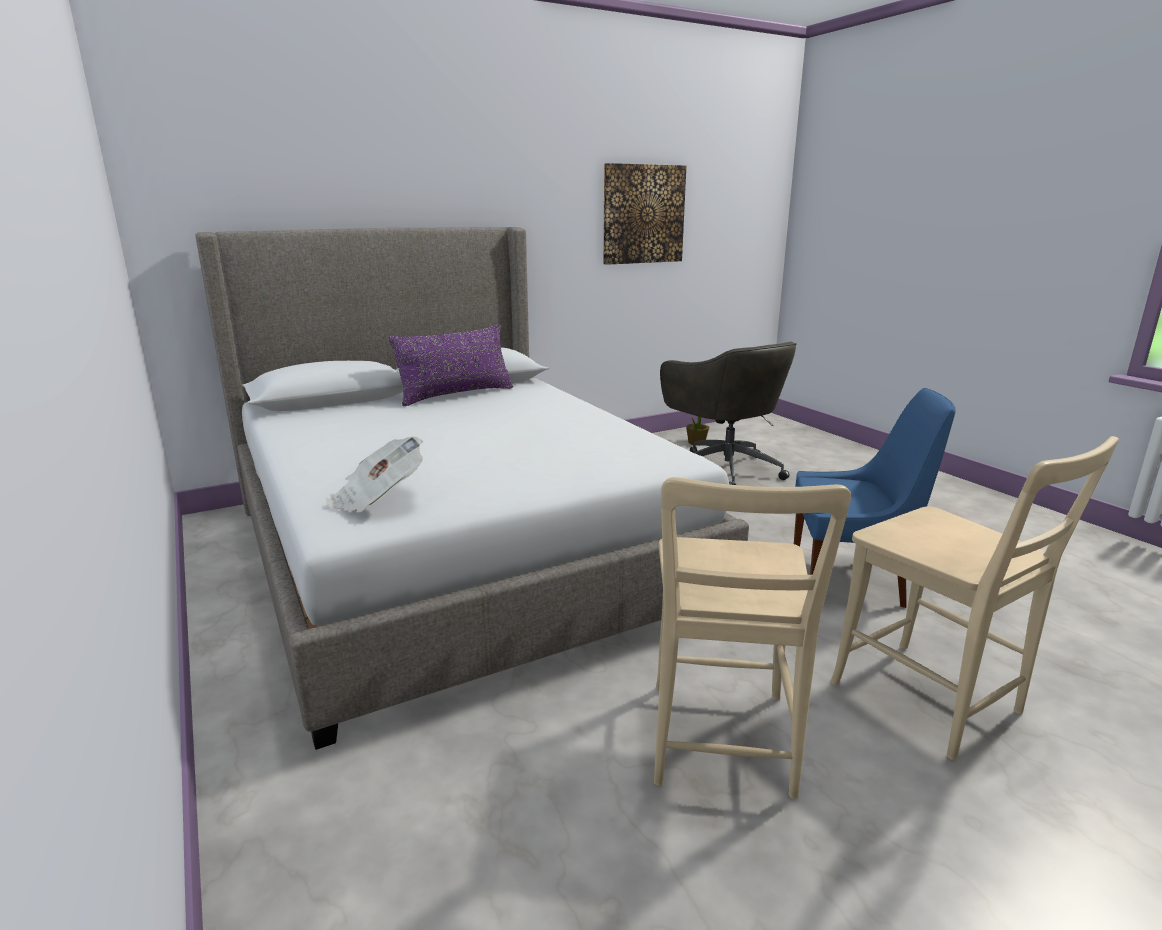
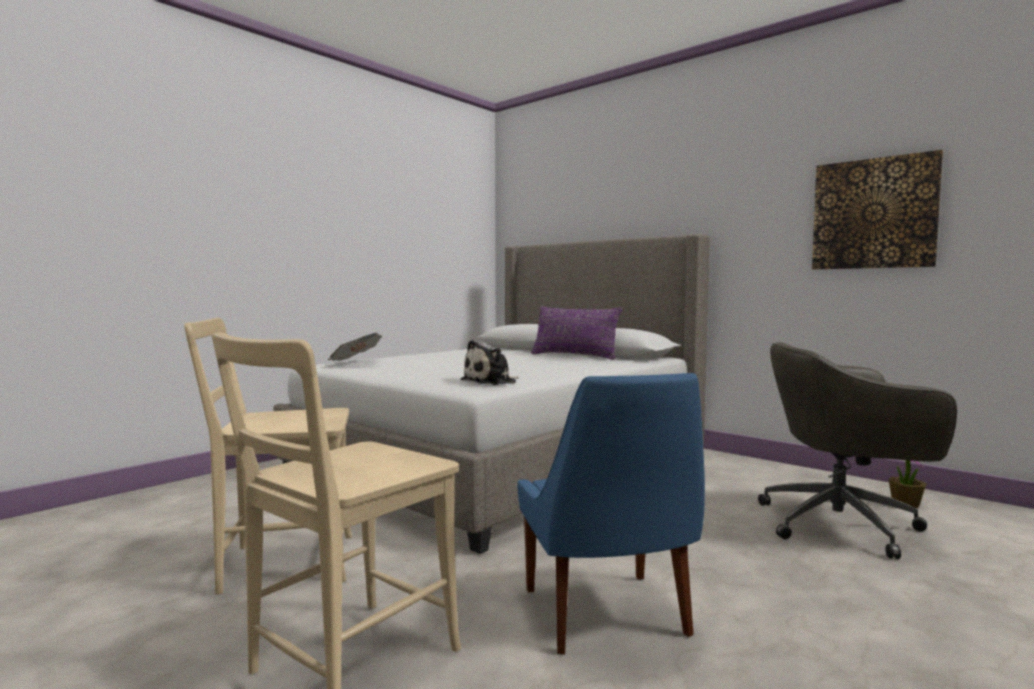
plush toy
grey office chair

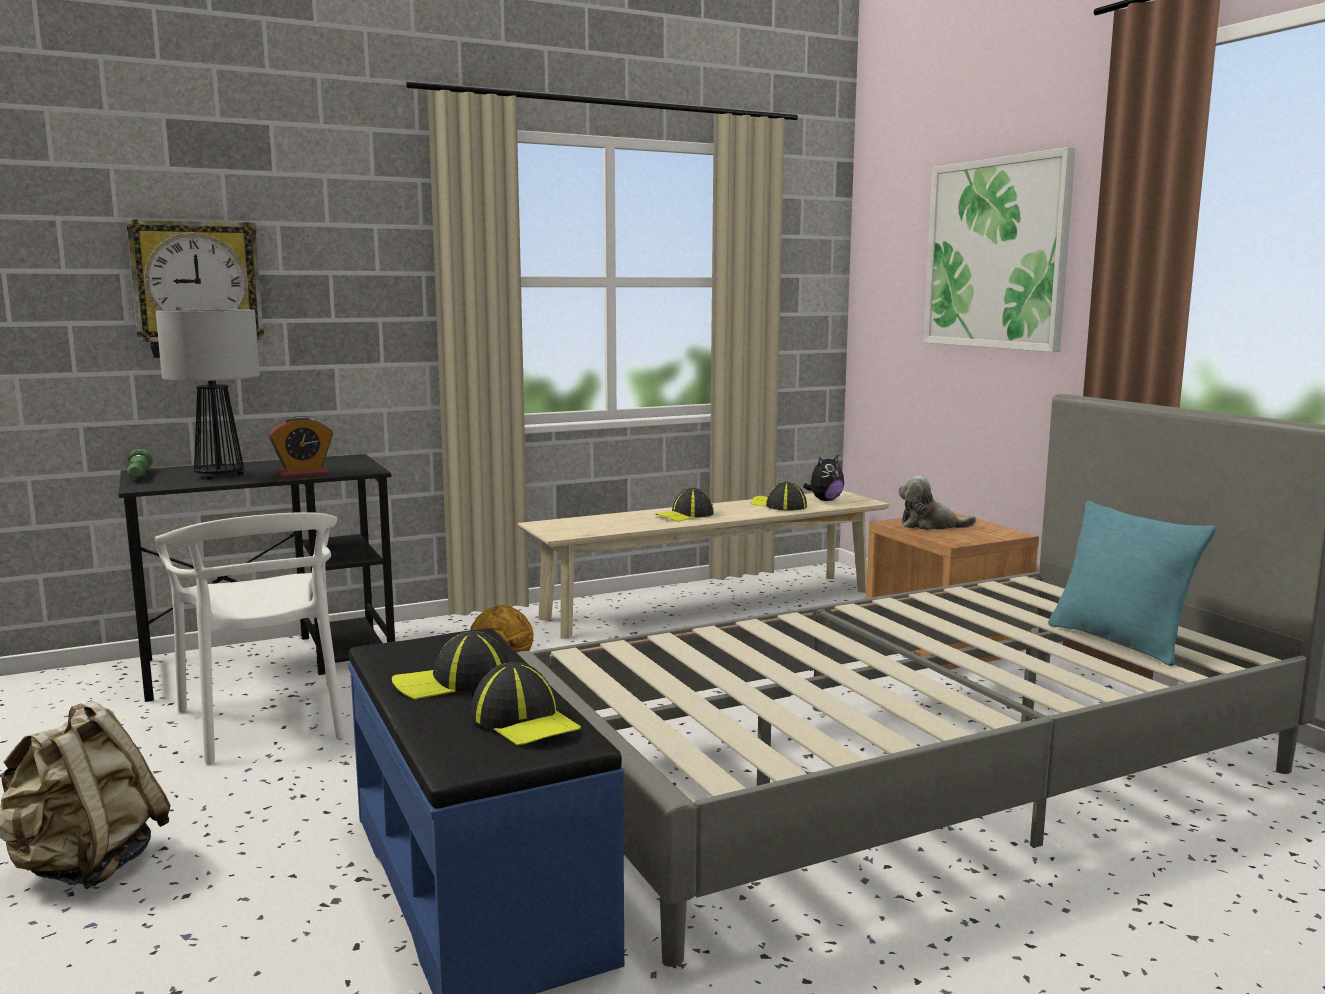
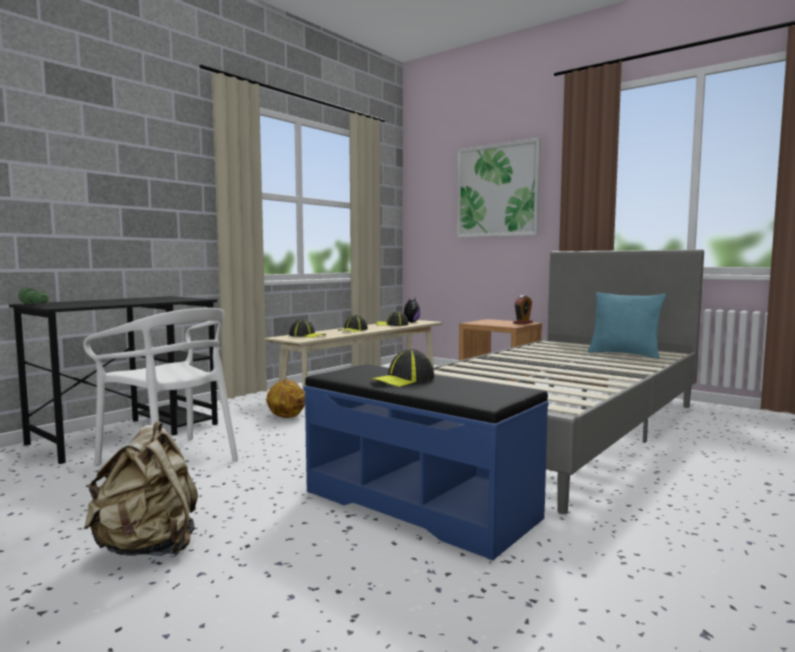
wall clock
table lamp
plush toy (no. 2 from left in the first image)
alarm clock
cap (no. 1 from left)

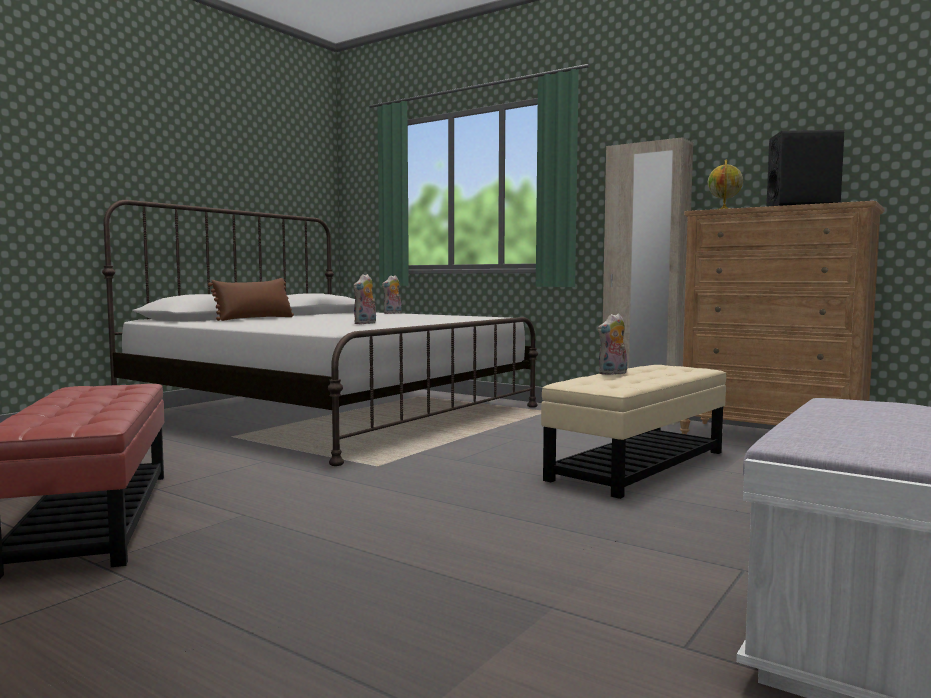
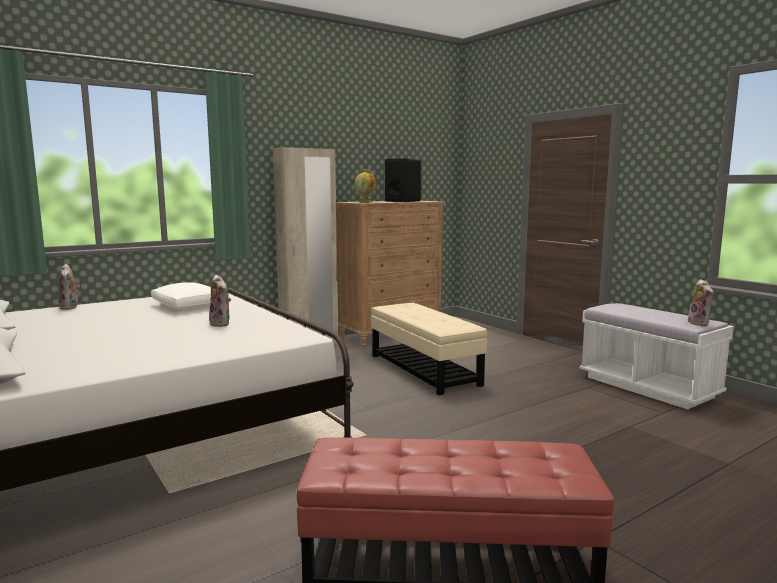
brown pillow
white pillow
plush toy (no. 3 from left)

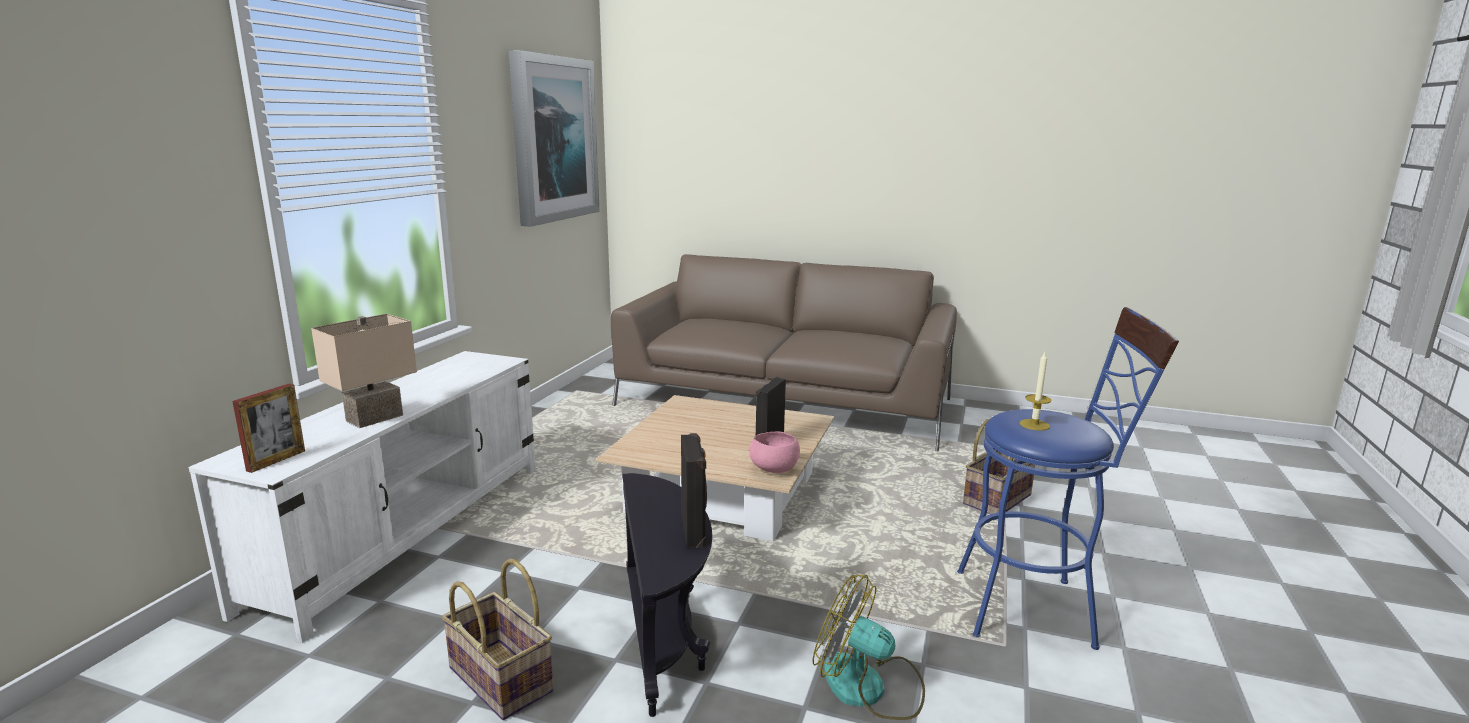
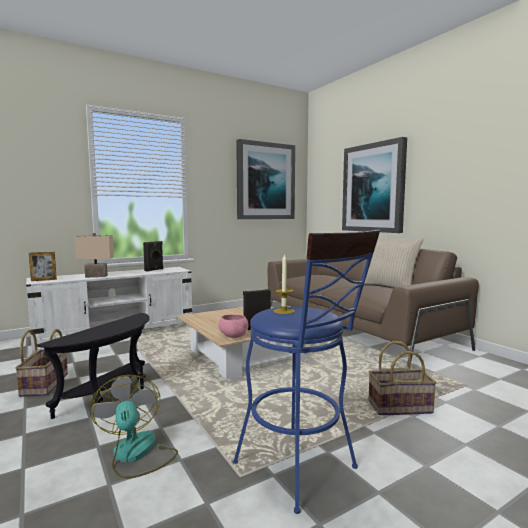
picture (no. 2 from left)
beige pillow
black speaker (no. 1 from left)

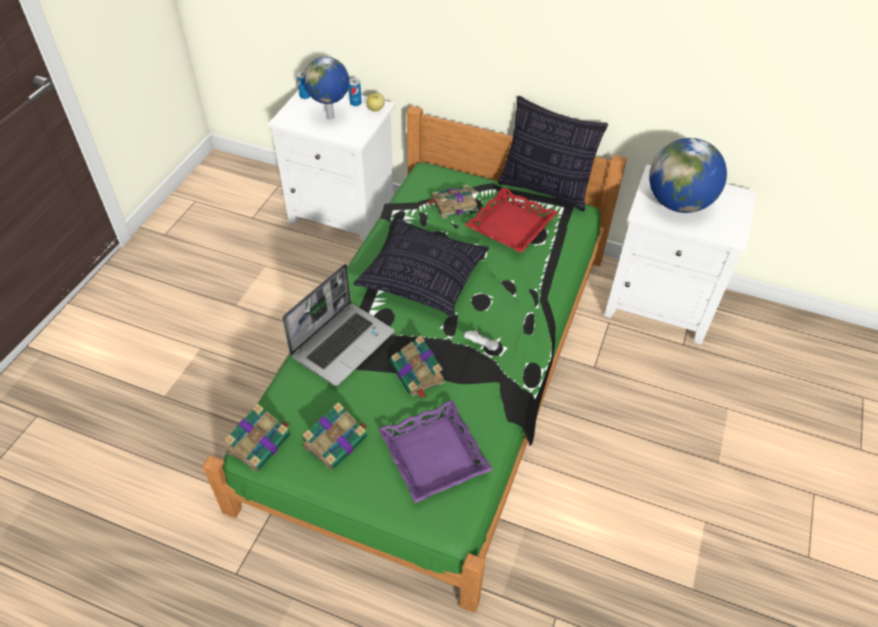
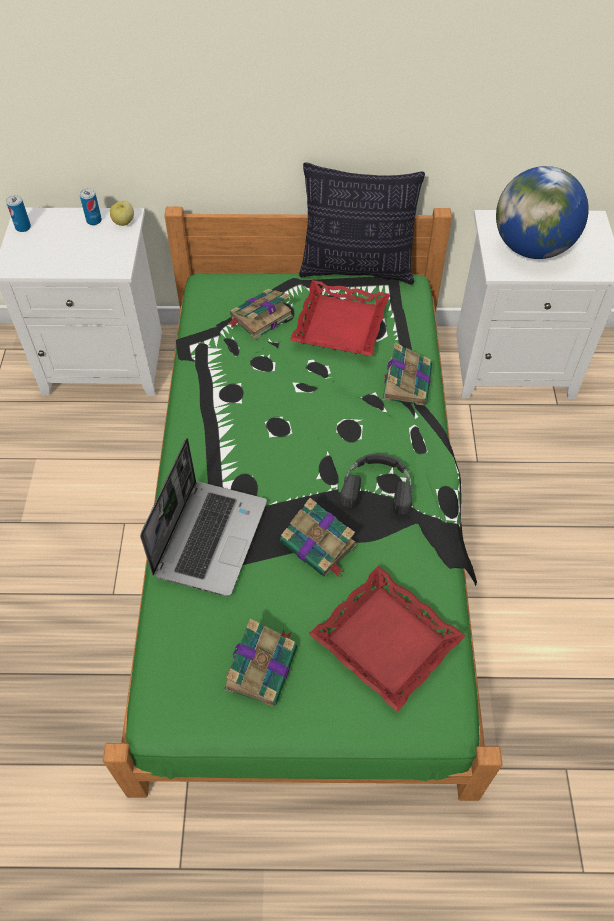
globe (no. 1 from left in the first image)
pillow (no. 1 from left in the first image)
book (no. 4 from left)
black headphones
red tray (no. 2 from left)

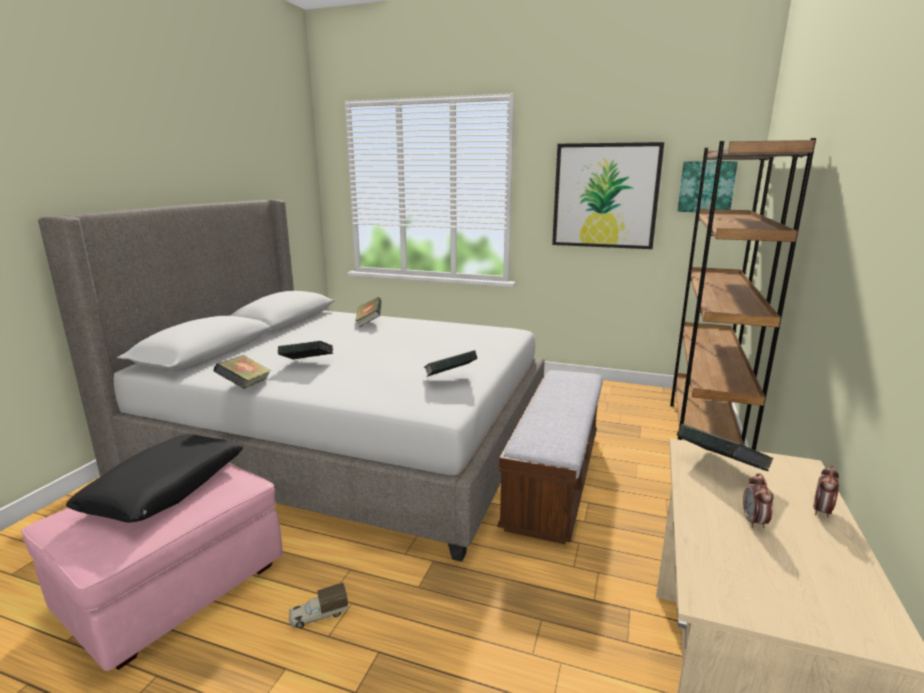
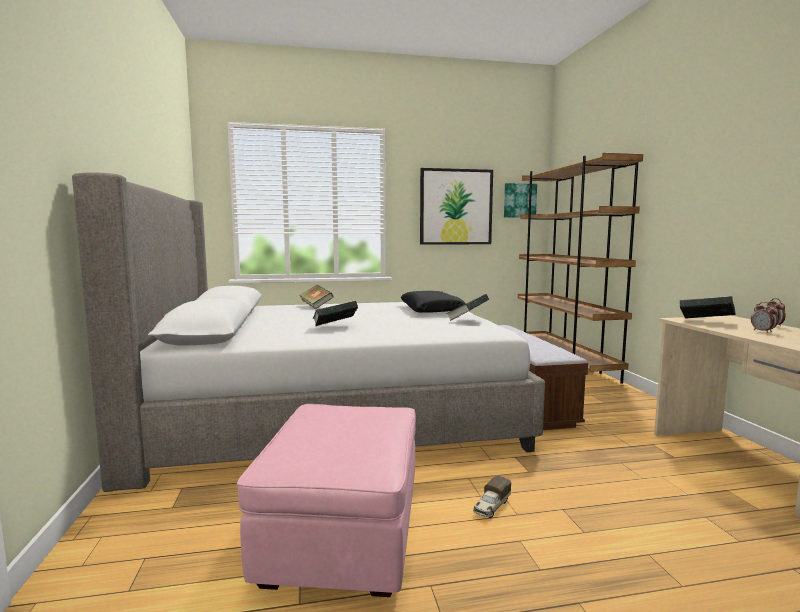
book (no. 1 from left in the first image)
black pillow

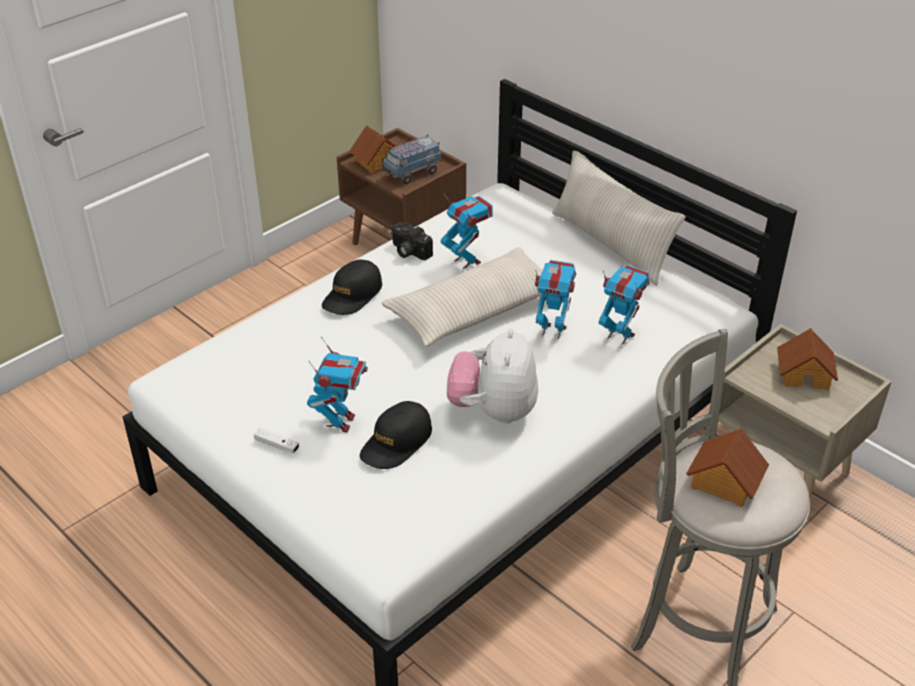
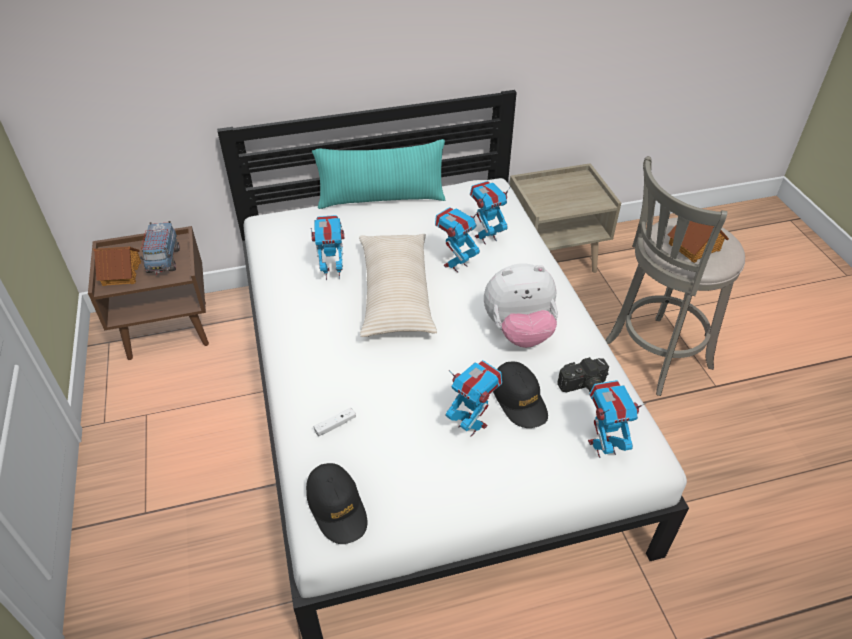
toy house (no. 3 from left in the first image)
toy robot (no. 5 from left)
white game controller
black cap (no. 1 from left)
photo camera
turquoise pillow
plush toy

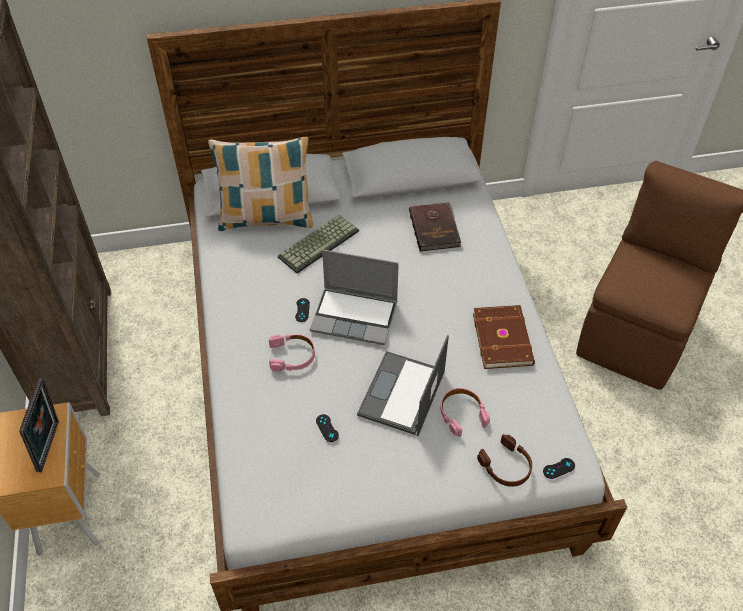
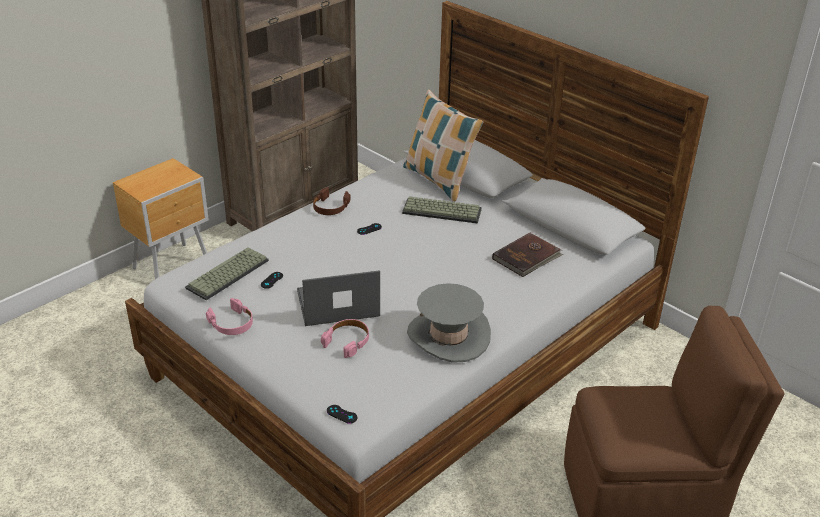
picture frame
laptop (no. 1 from left in the first image)
keyboard (no. 1 from left)
pink headphones (no. 1 from left)
brown headphones
grey hat

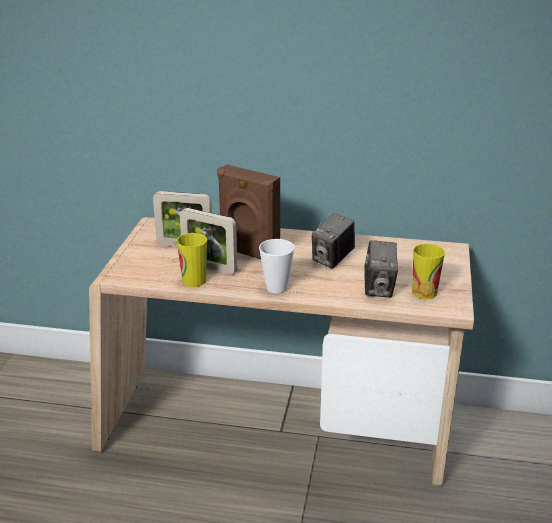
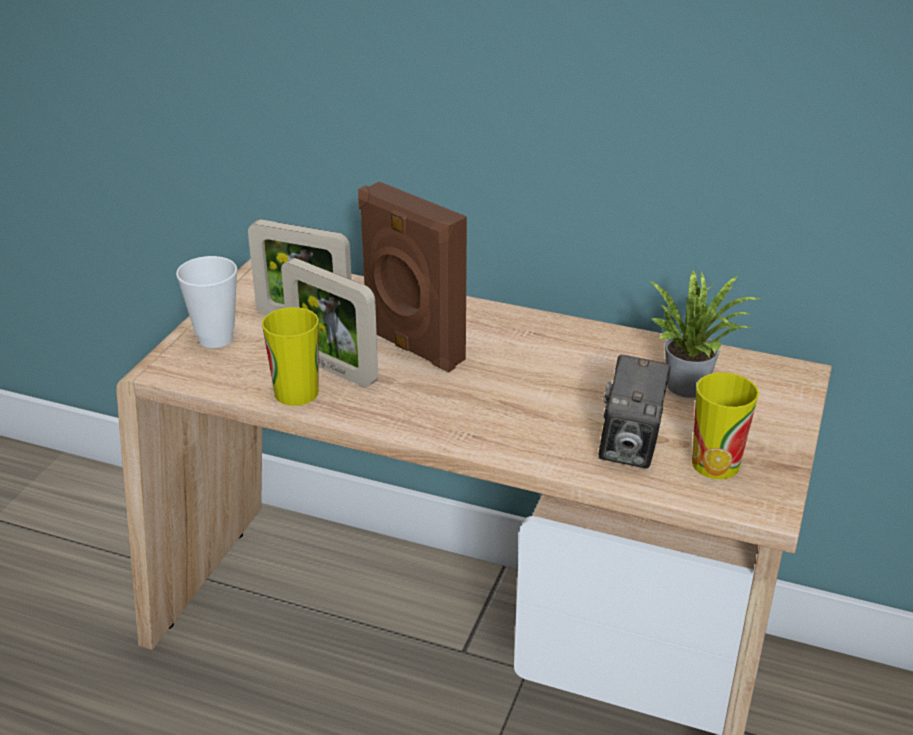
photo camera (no. 1 from left in the first image)
potted plant
cup (no. 1 from left)

